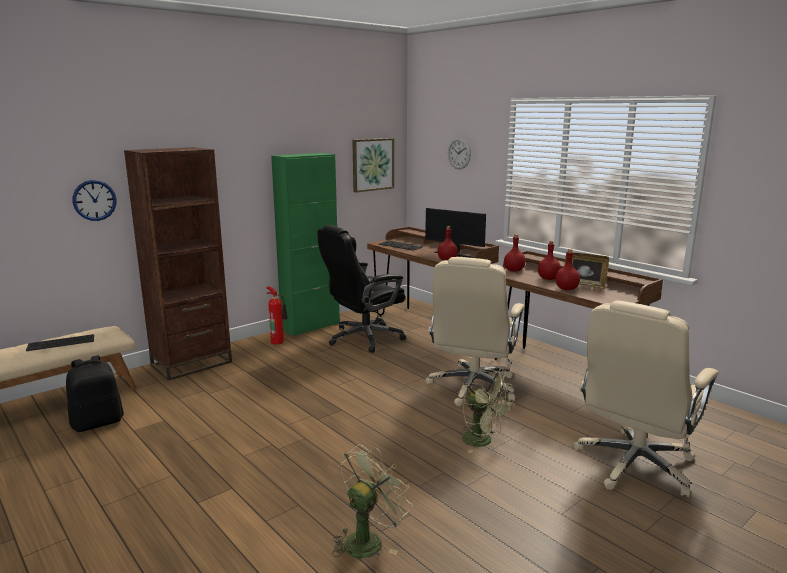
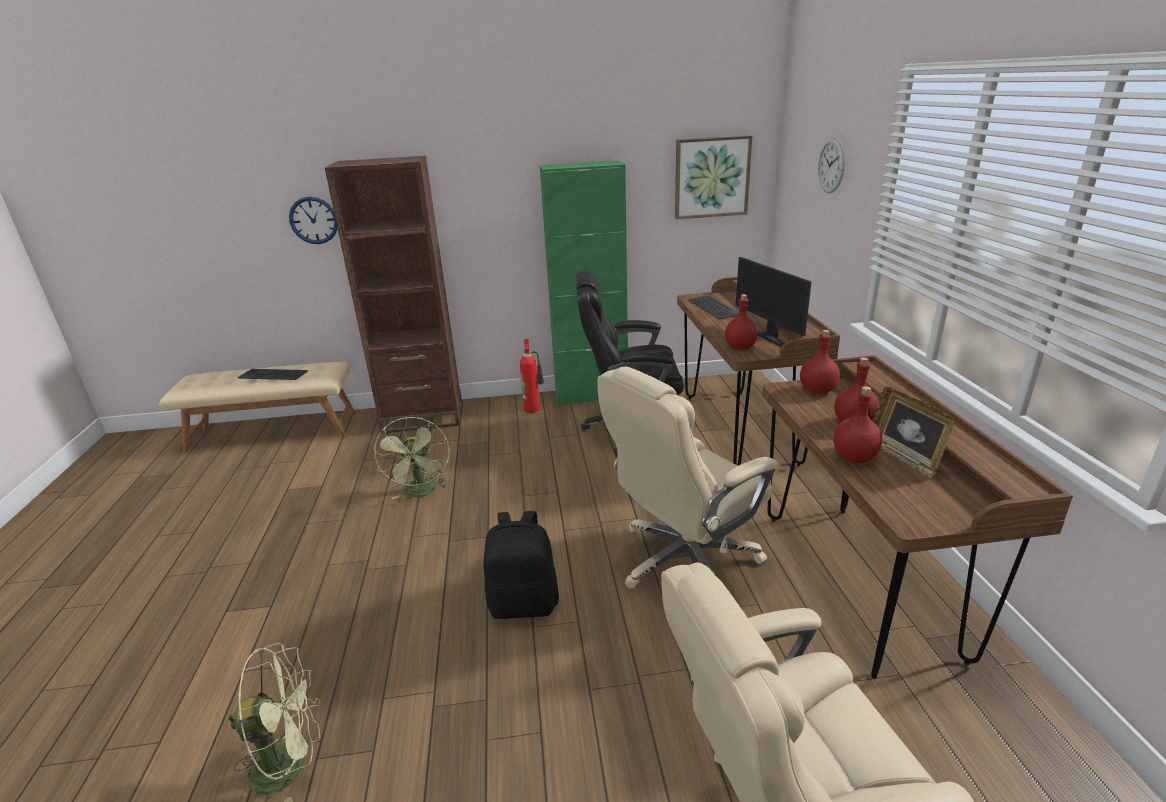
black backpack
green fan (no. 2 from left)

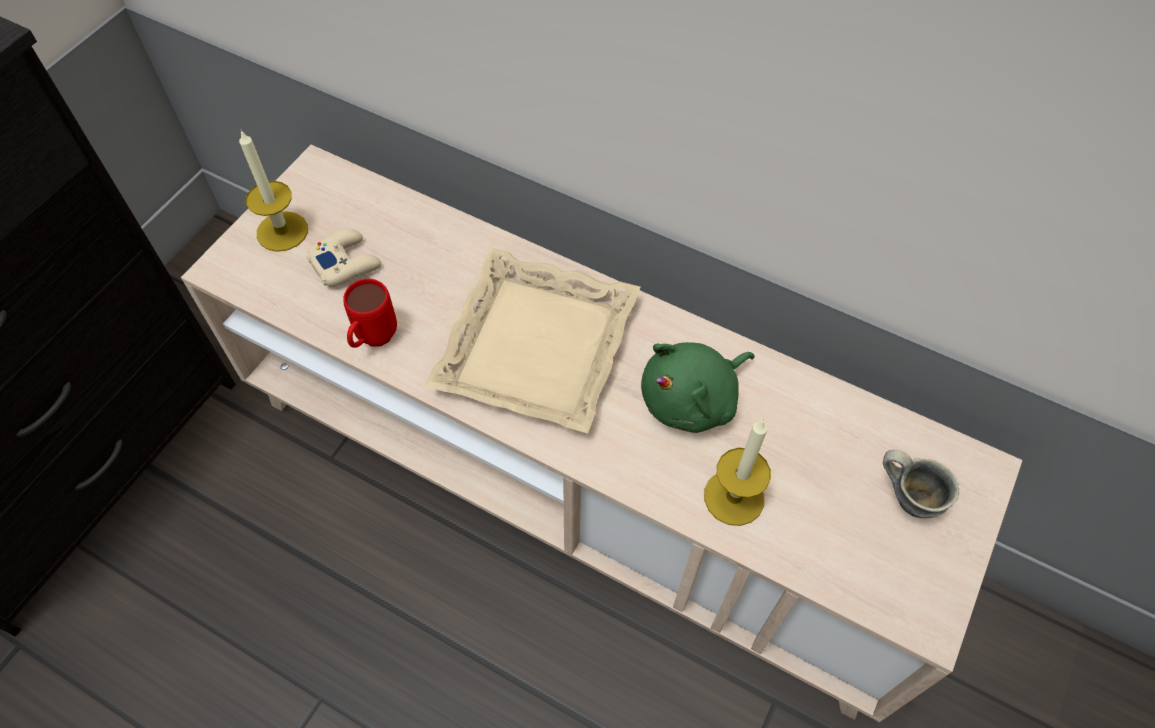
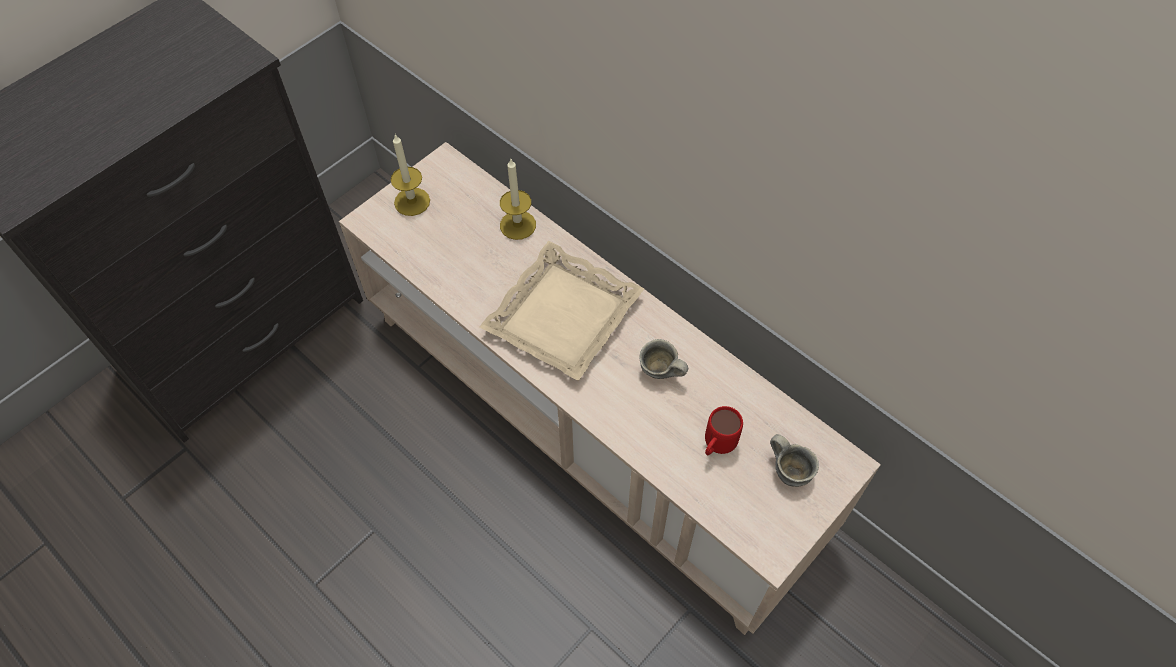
beige game controller
red mug
candle (no. 2 from left)
grey mug (no. 1 from left)

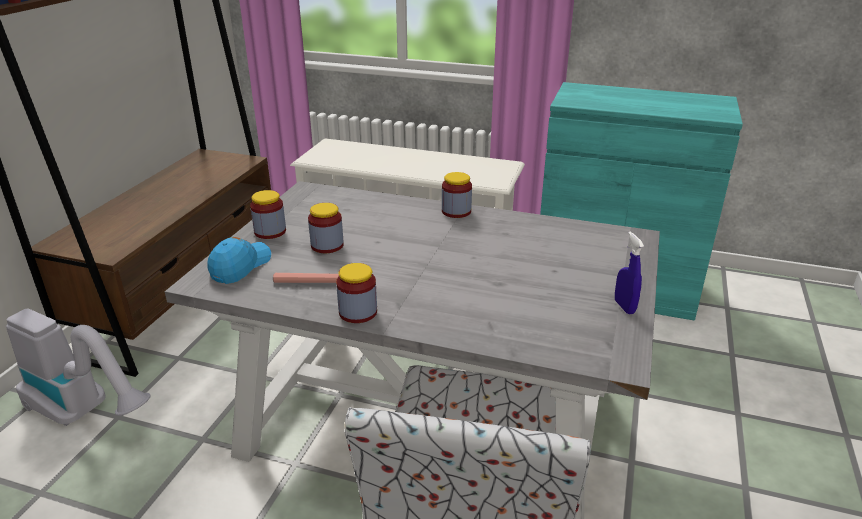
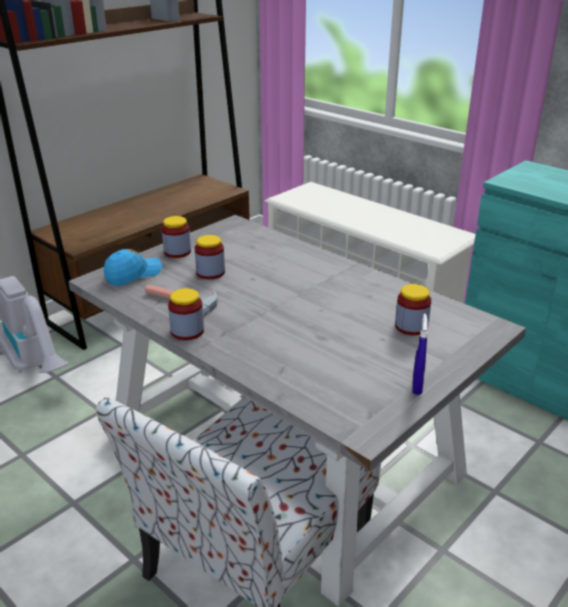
jar (no. 4 from left)

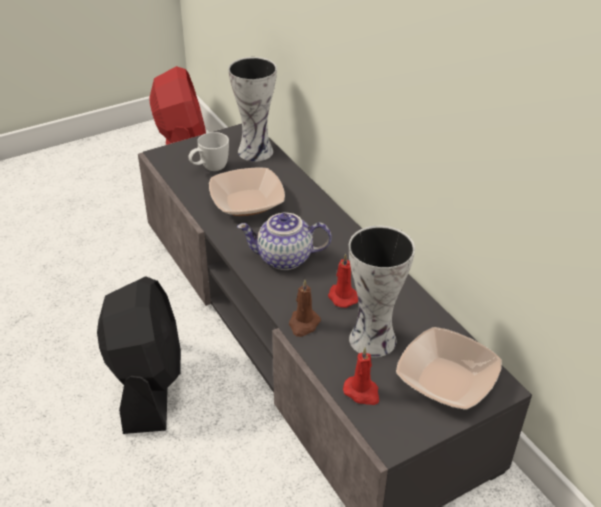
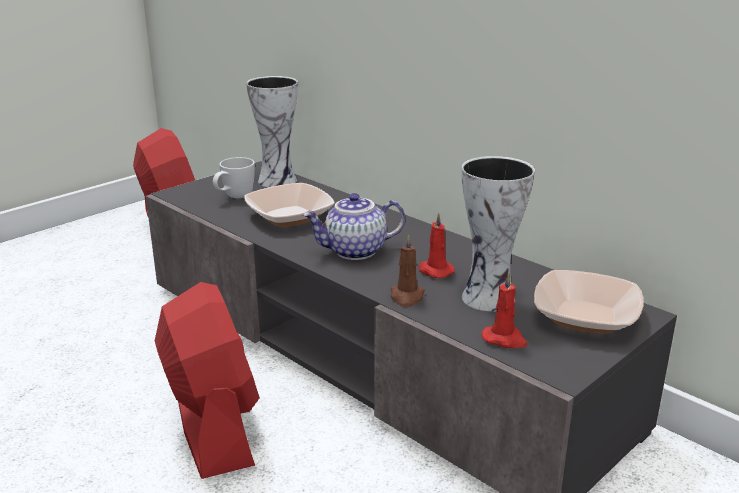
red fan (no. 2 from left)

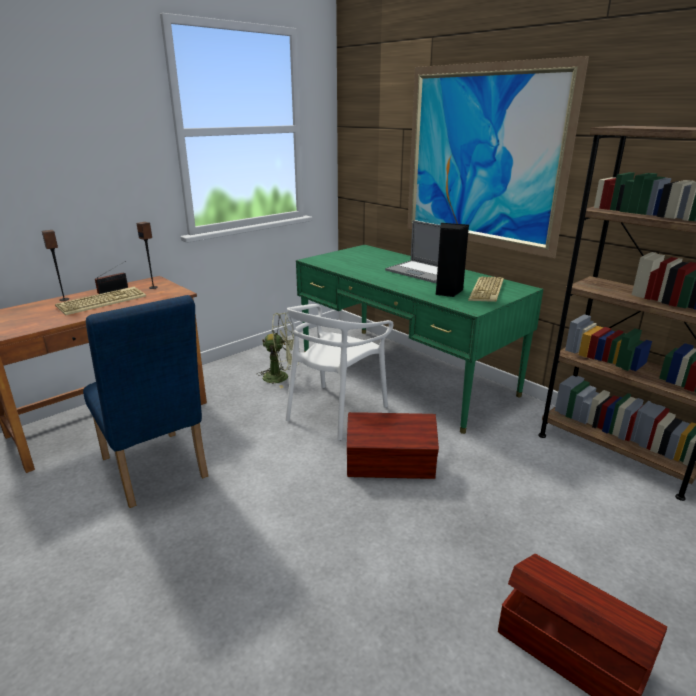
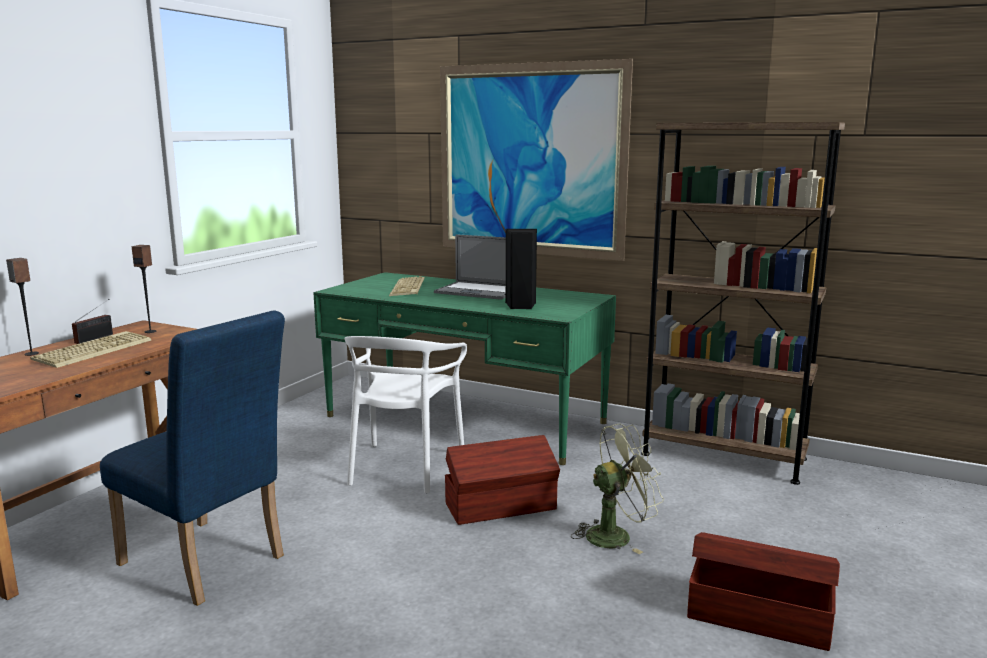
green fan
keyboard (no. 2 from left)

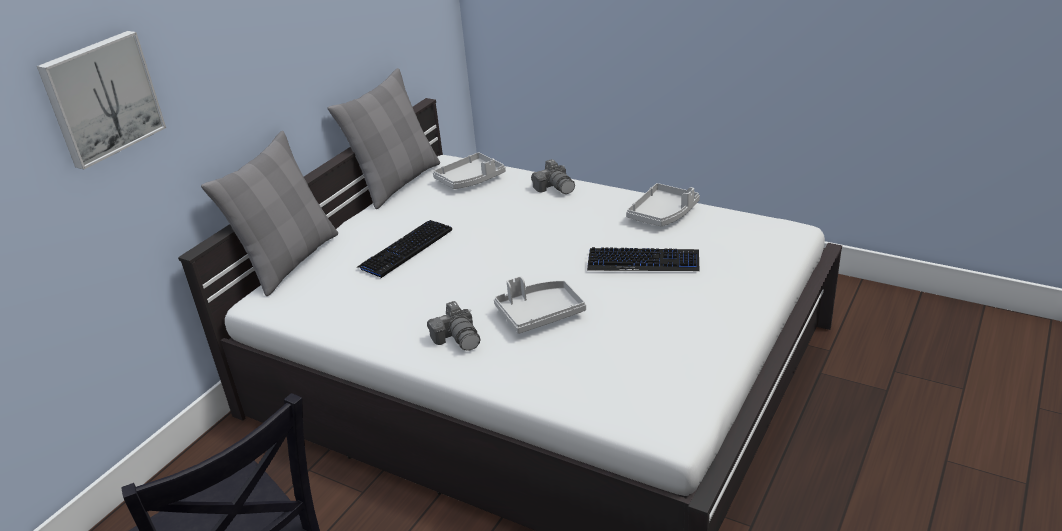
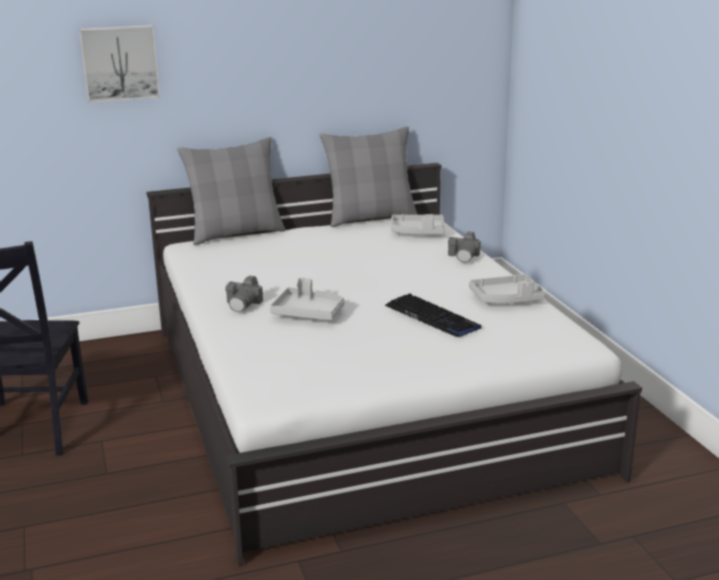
keyboard (no. 1 from left in the first image)

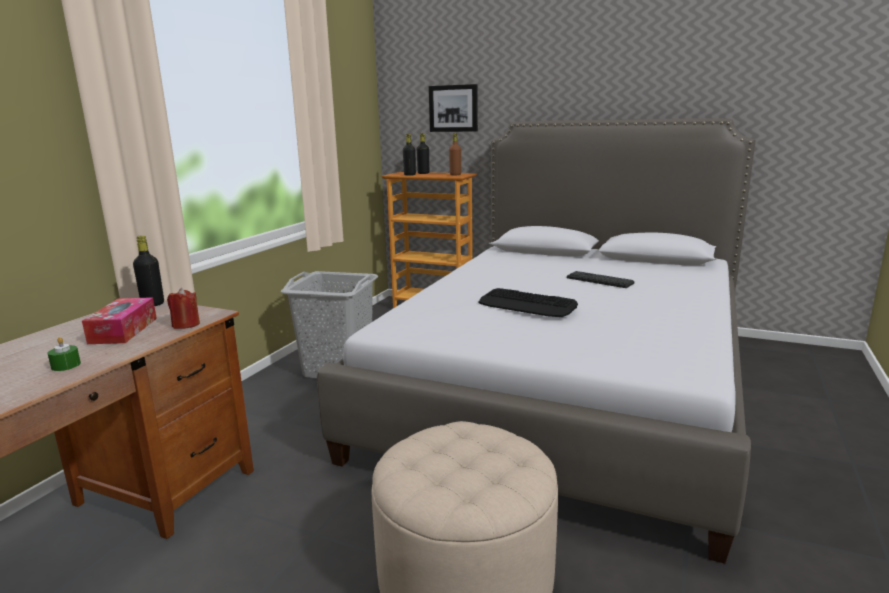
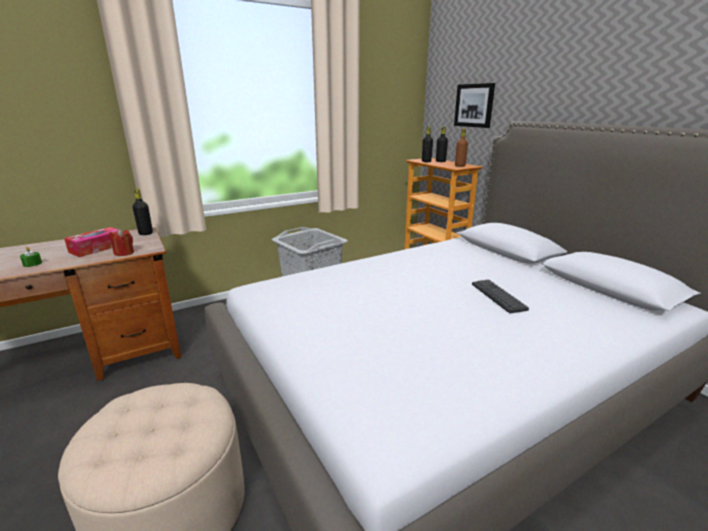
keyboard (no. 1 from left in the first image)

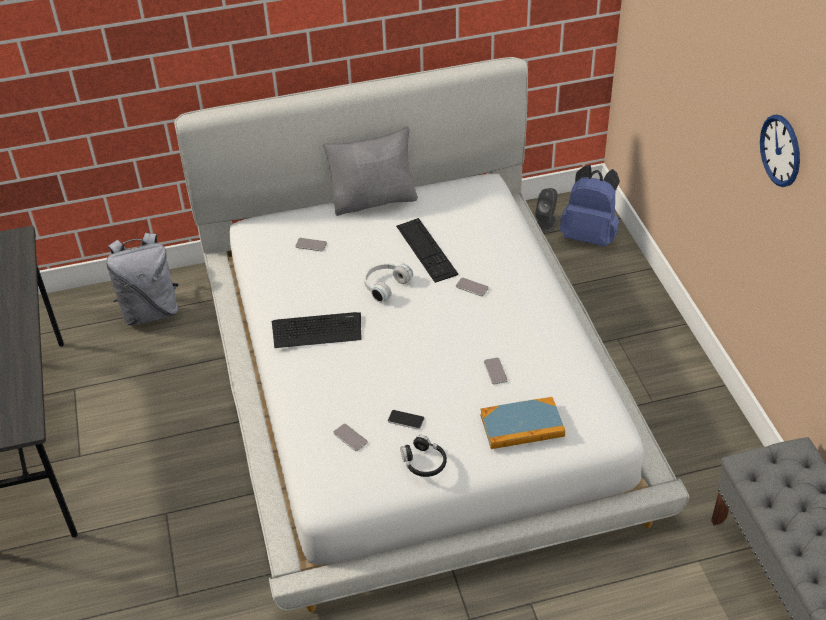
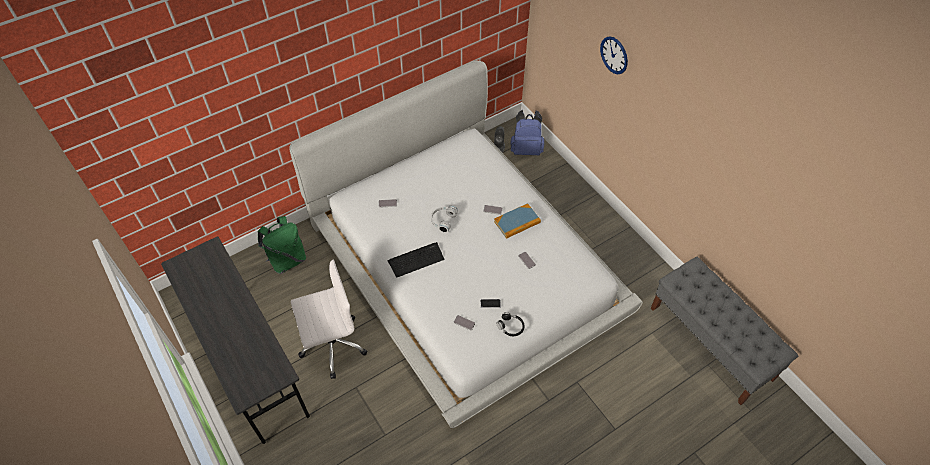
grey pillow
keyboard (no. 2 from left in the first image)
white office chair
book
wall clock
green backpack

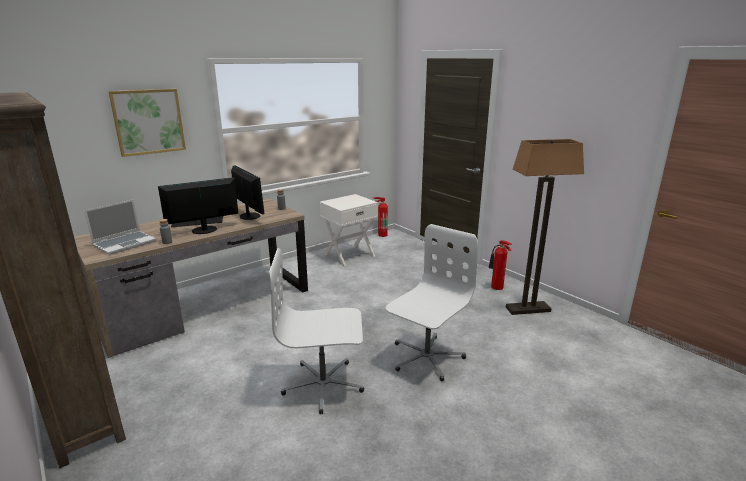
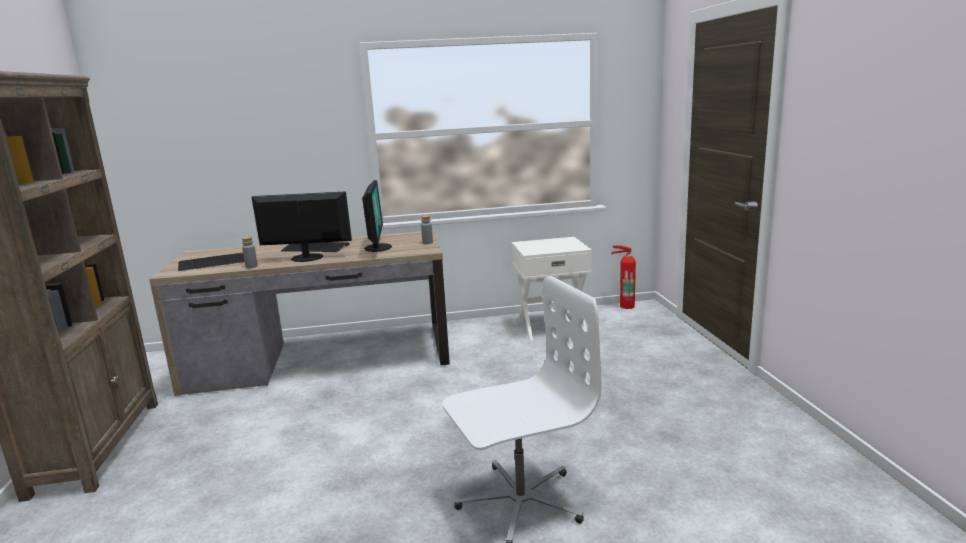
picture
white office chair (no. 1 from left in the first image)
fire extinguisher (no. 2 from left in the first image)
floor lamp
keyboard (no. 1 from left)

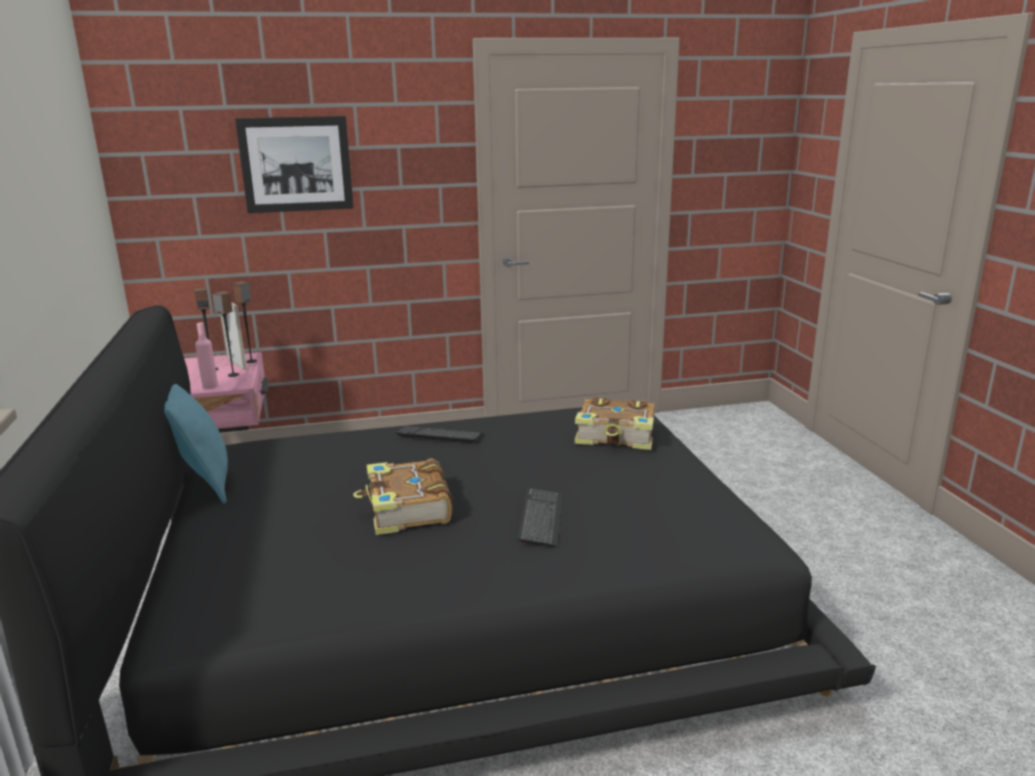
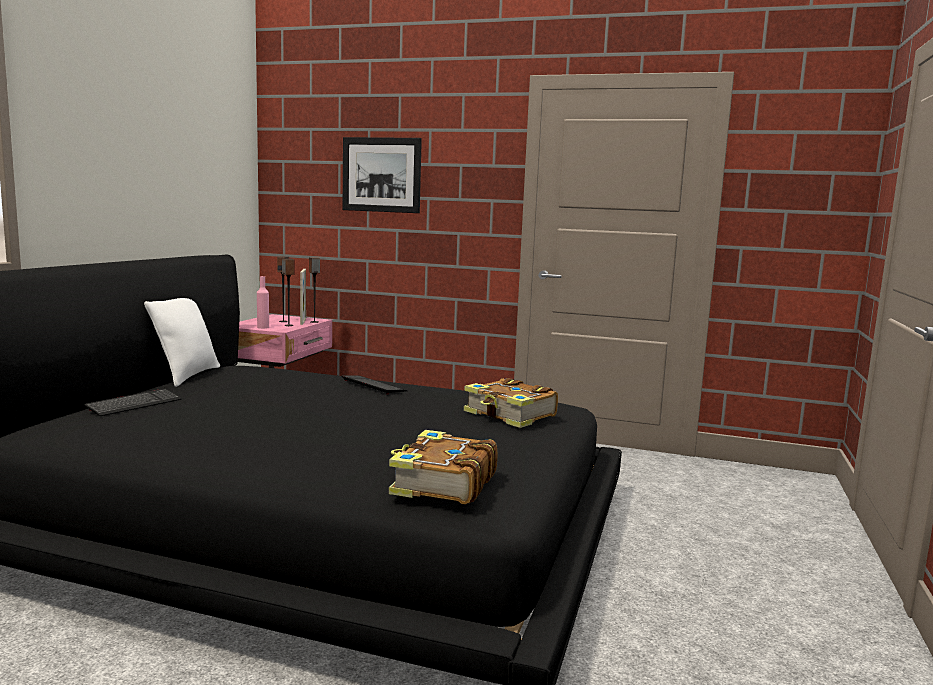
book (no. 1 from left)
keyboard (no. 1 from left)
white pillow

